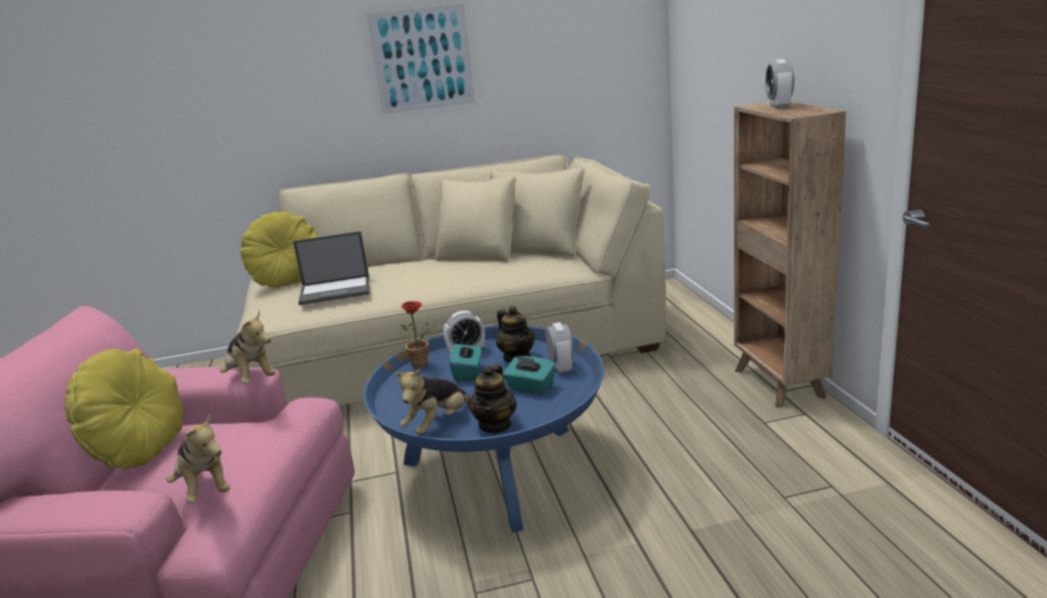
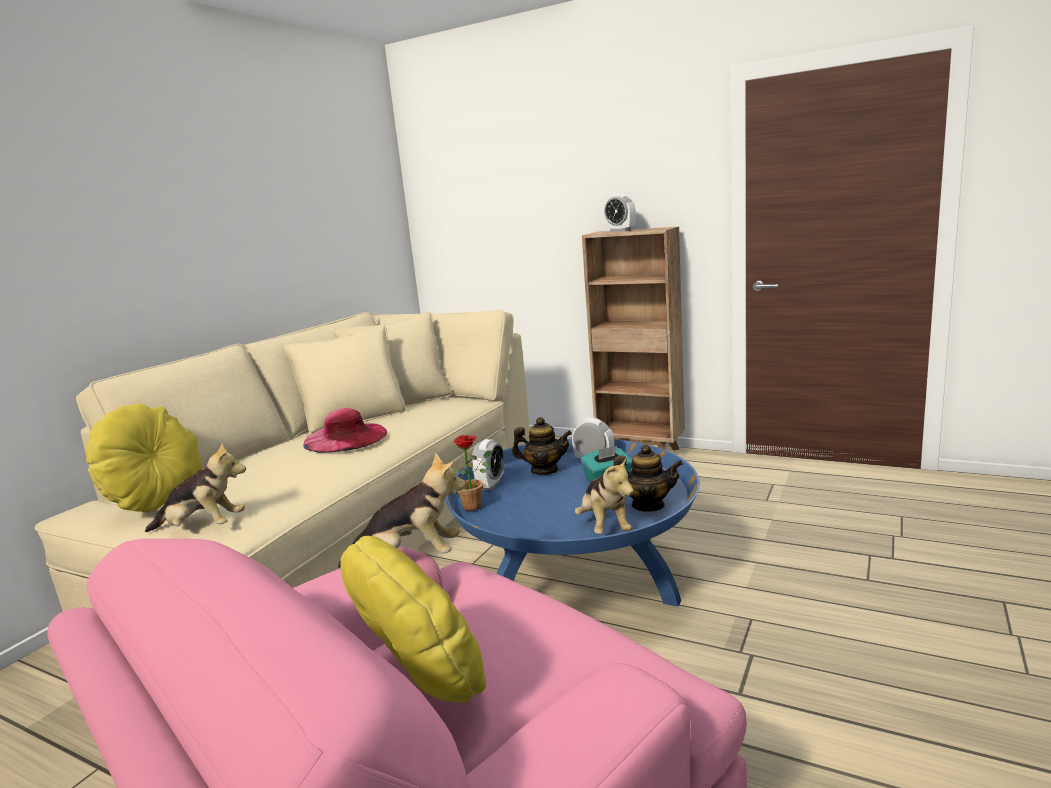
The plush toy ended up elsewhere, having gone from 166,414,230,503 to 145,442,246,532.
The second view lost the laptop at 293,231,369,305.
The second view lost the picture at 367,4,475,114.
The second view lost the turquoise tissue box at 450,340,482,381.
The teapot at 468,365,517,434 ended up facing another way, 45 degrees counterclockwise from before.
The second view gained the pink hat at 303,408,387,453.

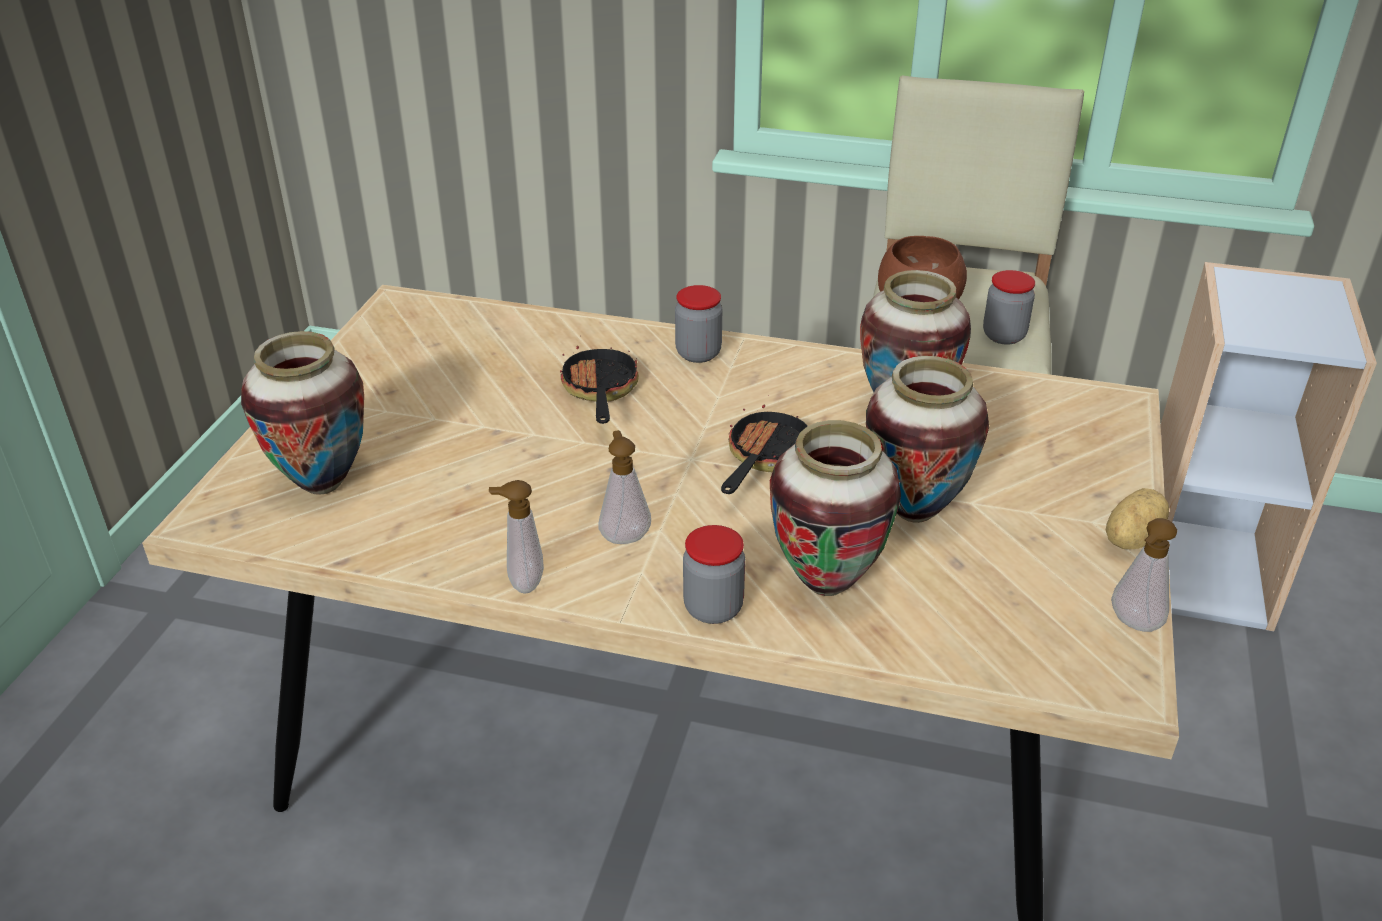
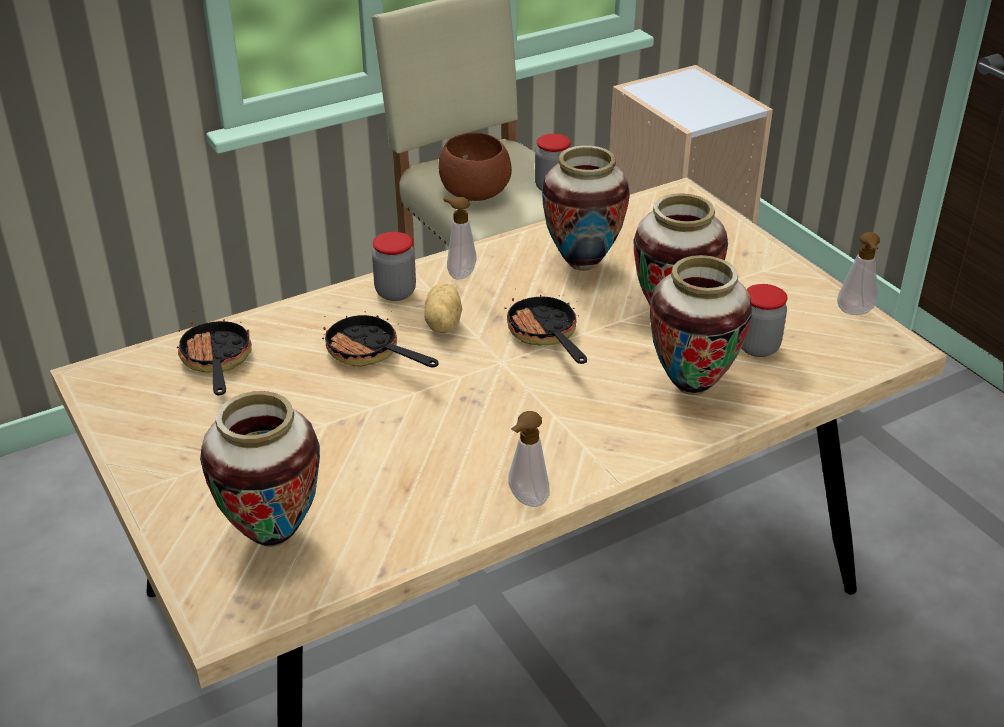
The soap dispenser ended up elsewhere, having gone from 599,430,651,544 to 443,197,477,280.
The jar ended up elsewhere, having gone from 683,525,745,624 to 741,284,787,357.
The potato ended up elsewhere, having gone from 1106,488,1169,549 to 424,284,462,333.
The second view gained the frying pan at 177,320,252,395.

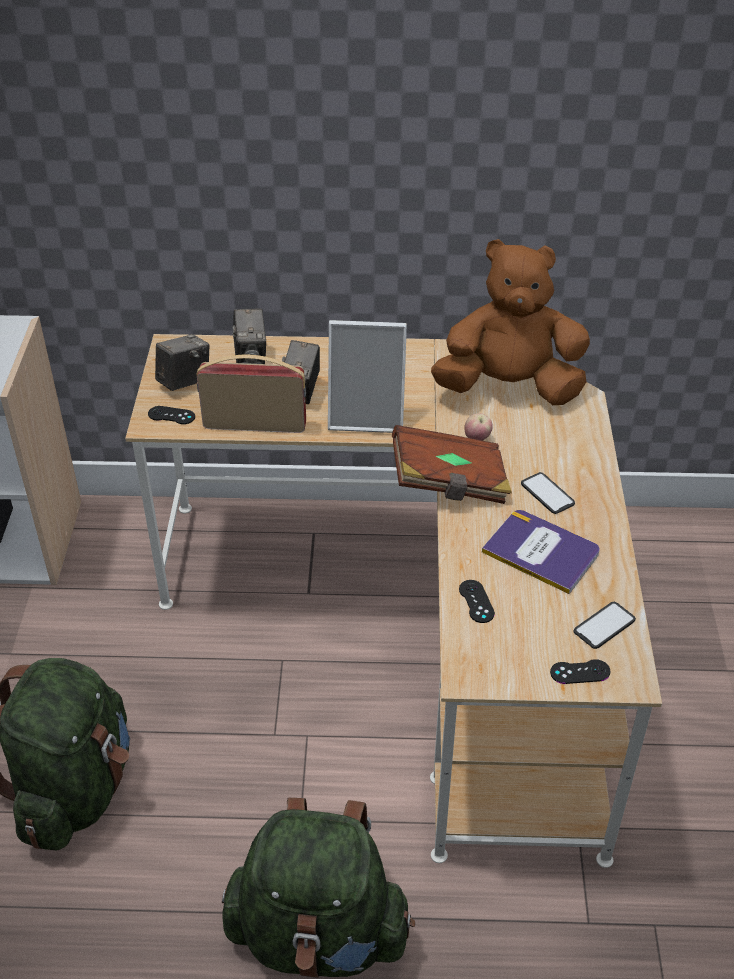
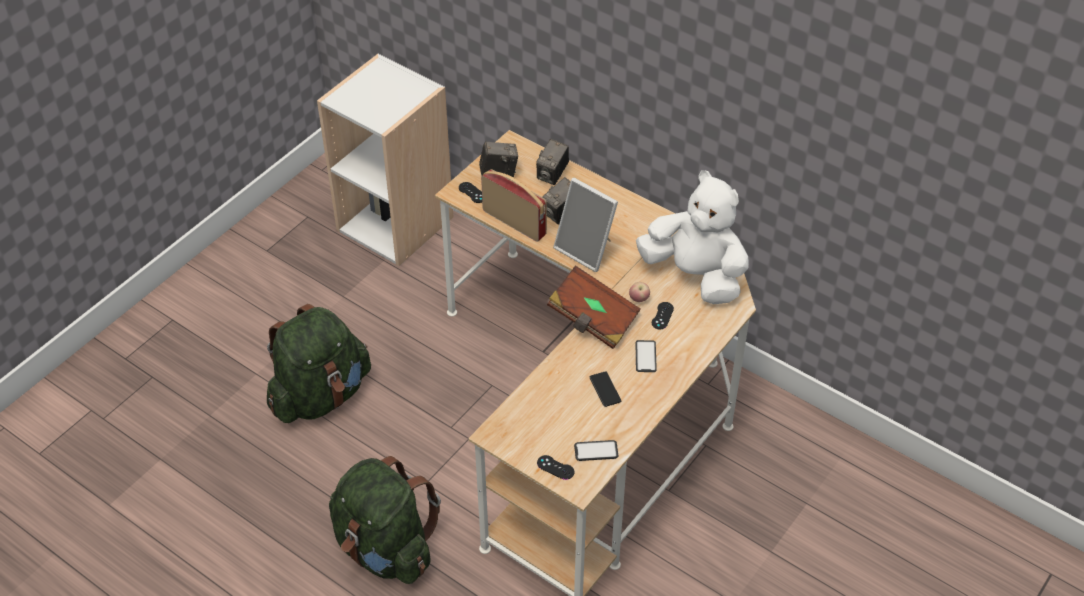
What was the brown plush toy at 431,239,590,405 turned into the white plush toy at 636,170,749,304.
The black game controller ended up elsewhere, having gone from 459,580,495,623 to 652,302,674,329.
Where the book stood at 482,510,600,594, the phone came to stand at 590,371,621,407.

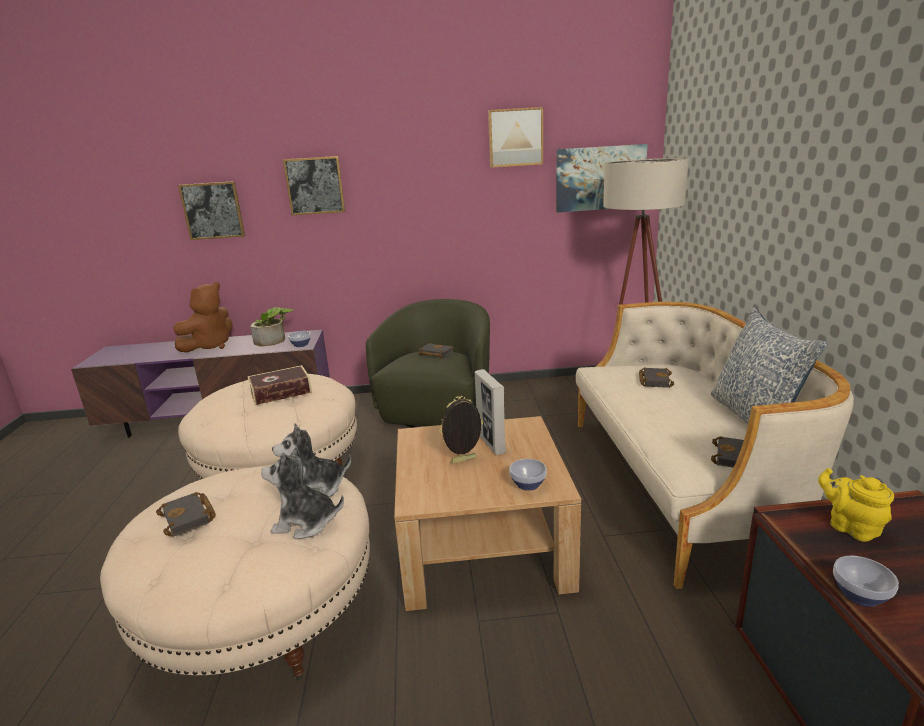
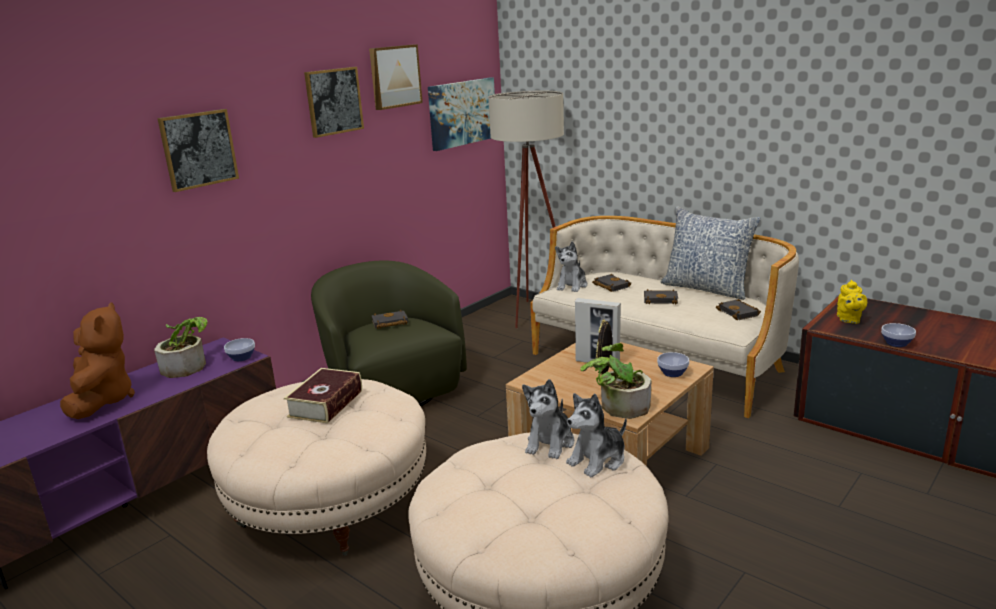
The black book ended up elsewhere, having gone from 156,492,216,537 to 644,289,678,304.
The picture ended up elsewhere, having gone from 178,181,245,240 to 304,67,364,138.
The yellow teapot at 818,468,894,542 ended up facing another way, 90 degrees counterclockwise from before.
The second view gained the plush toy at 555,241,587,292.
The second view gained the potted plant at 580,343,652,419.

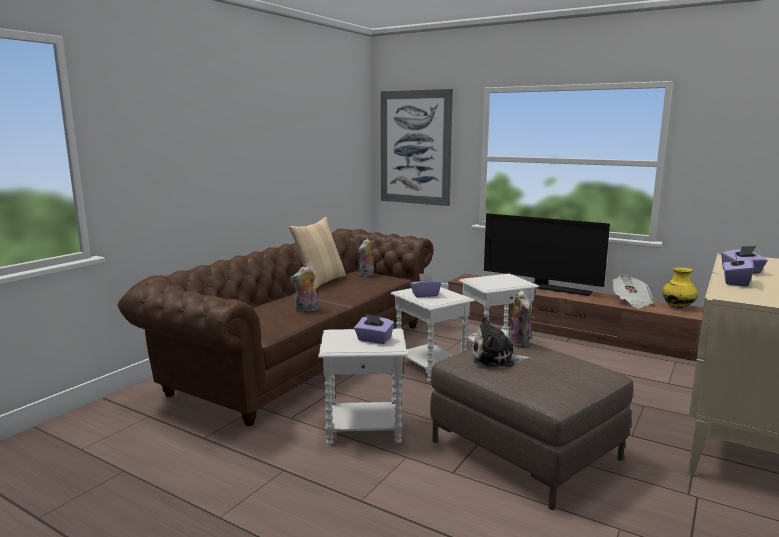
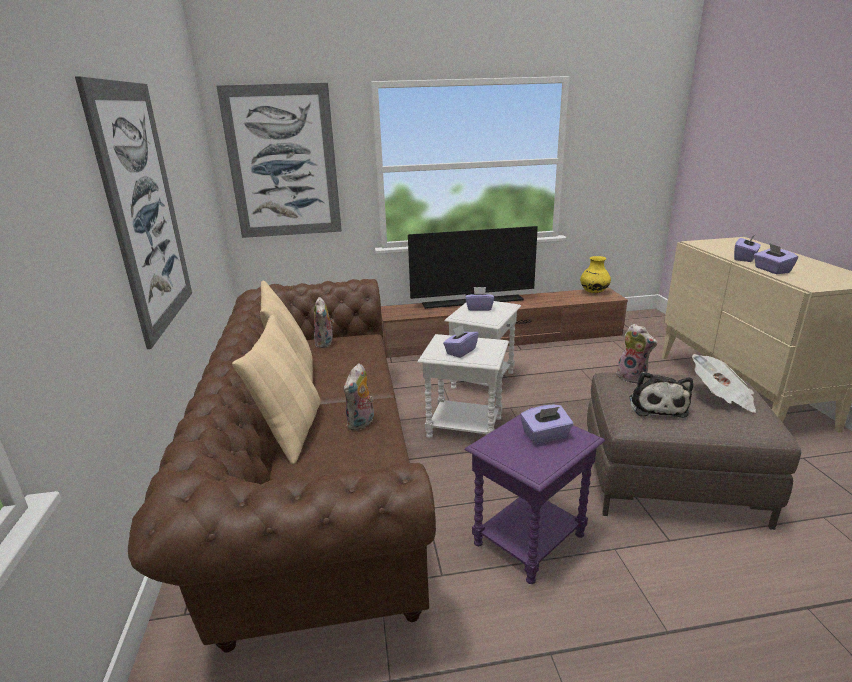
What was the white side table at 318,329,408,445 turned into the purple side table at 465,407,605,584.
The plush toy at 472,316,531,367 ended up facing another way, 45 degrees counterclockwise from before.
The newspaper ended up elsewhere, having gone from 612,275,654,308 to 692,354,756,413.
The second view gained the picture at 75,76,192,349.
The second view gained the beige pillow at 232,315,321,464.
The second view gained the purple tissue box at 465,287,494,311.

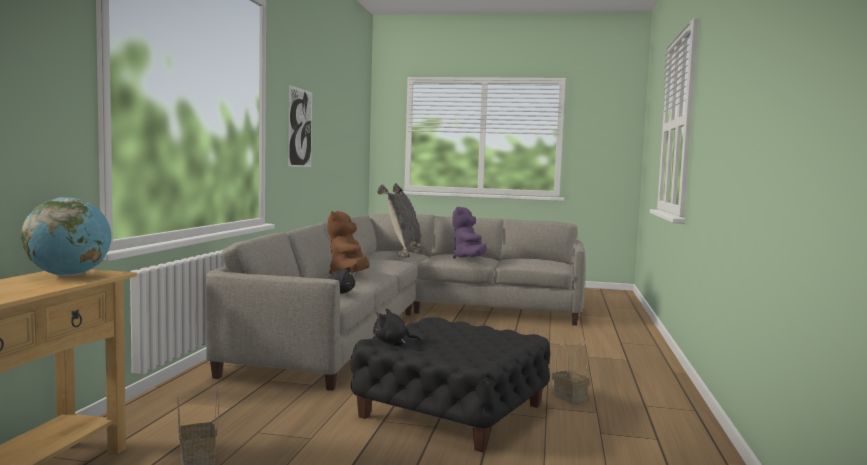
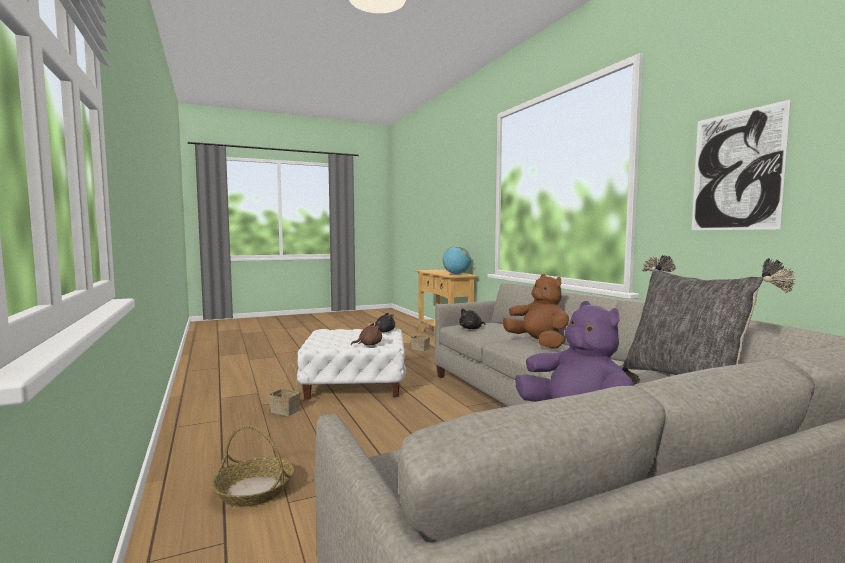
What was the black ottoman at 350,317,550,452 turned into the white ottoman at 297,329,406,399.
The second view gained the basket at 211,425,294,507.
The second view gained the brown plush toy at 351,323,382,346.

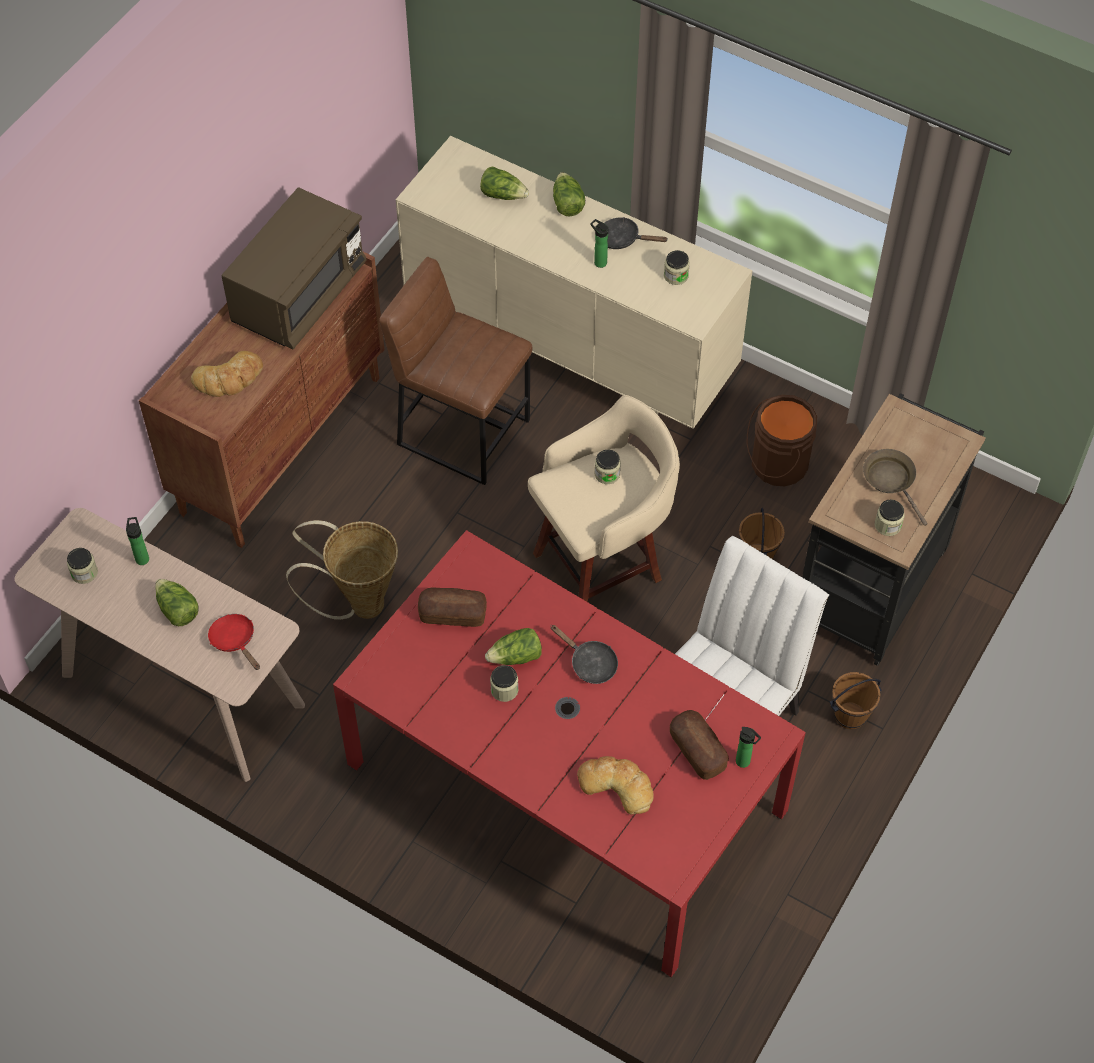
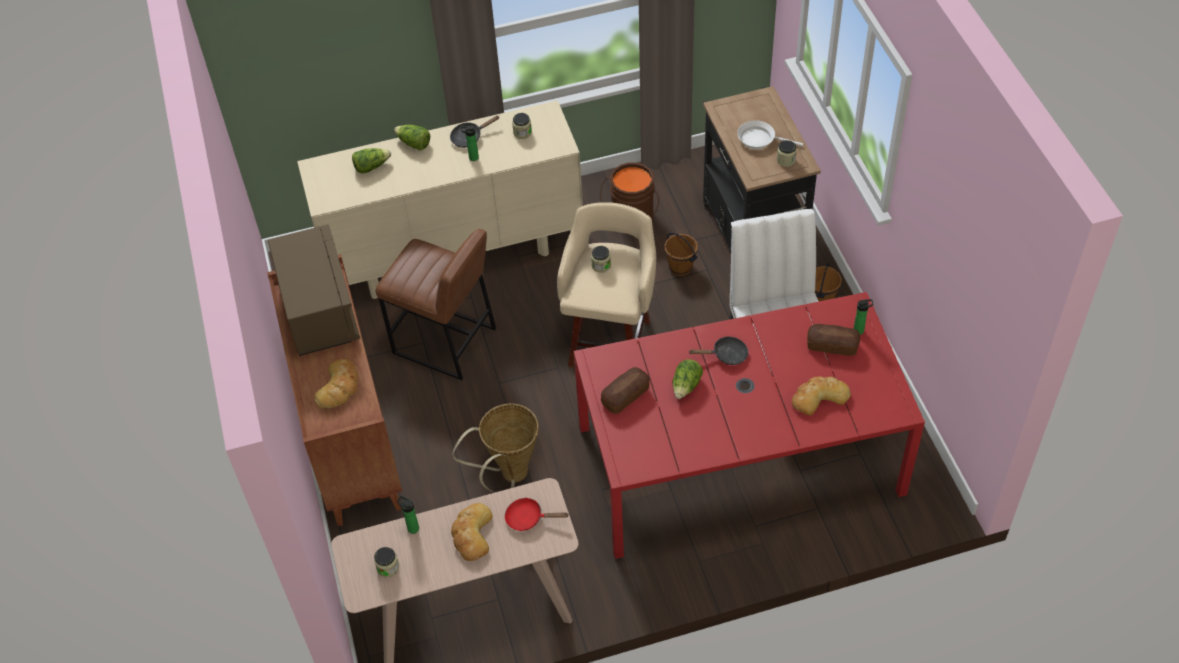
Where the lettuce stood at 155,579,199,626, the bread came to stand at 451,503,493,561.
The brown chair at 379,257,532,485 ended up facing another way, 135 degrees counterclockwise from before.
The second view lost the jar at 490,665,518,702.
What was the brown frying pan at 863,449,928,526 turned into the white frying pan at 737,120,803,149.

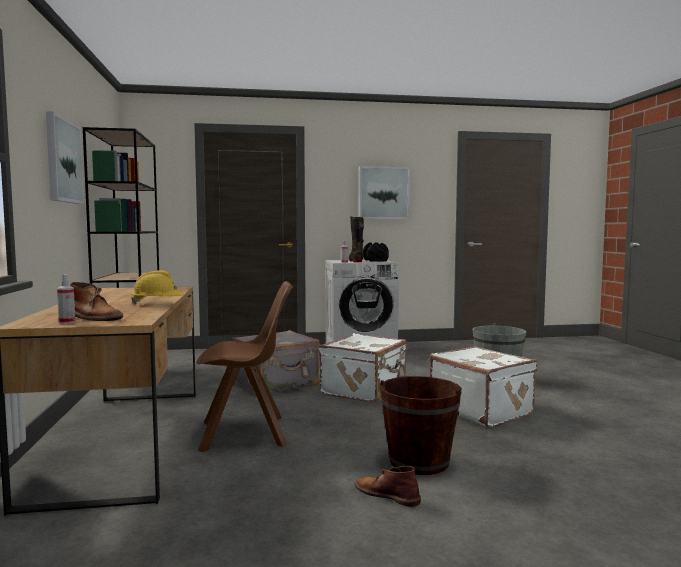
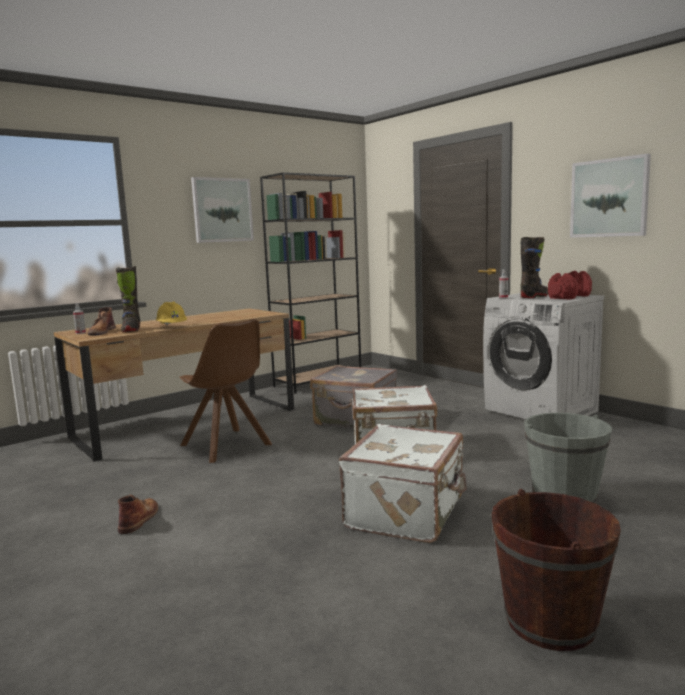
What was the black dumbbell at 363,242,389,262 turned into the red dumbbell at 548,271,592,300.
The brown bucket ended up elsewhere, having gone from 380,376,462,475 to 491,489,621,651.
The second view gained the black boot at 116,266,140,332.

